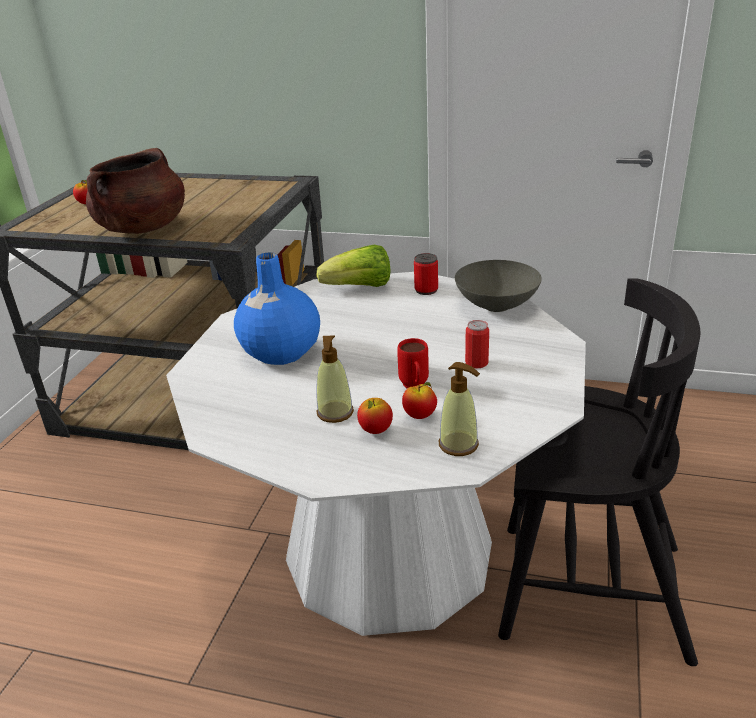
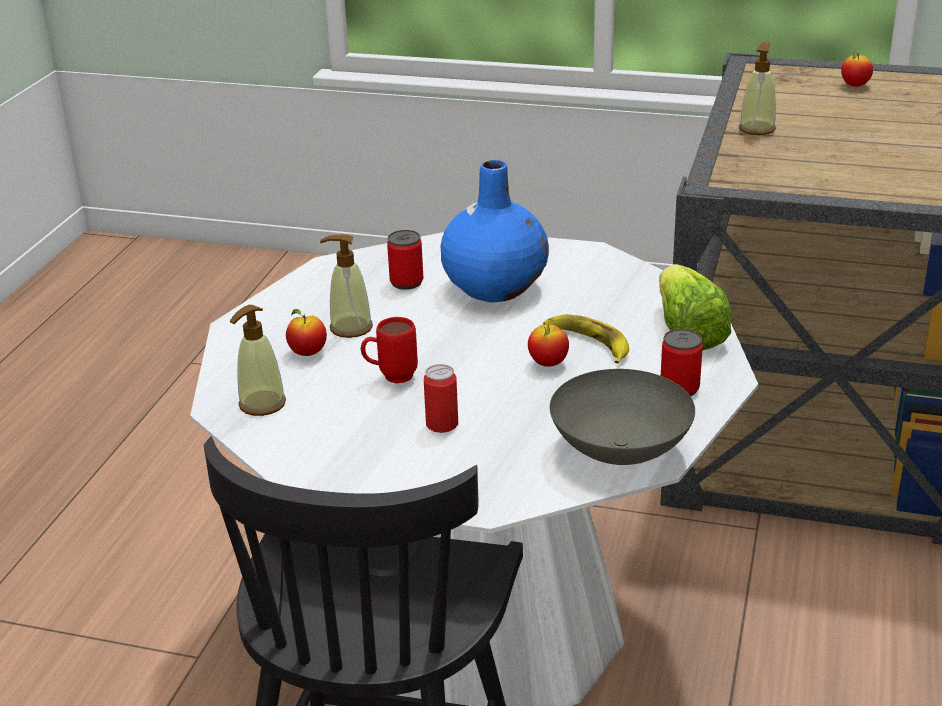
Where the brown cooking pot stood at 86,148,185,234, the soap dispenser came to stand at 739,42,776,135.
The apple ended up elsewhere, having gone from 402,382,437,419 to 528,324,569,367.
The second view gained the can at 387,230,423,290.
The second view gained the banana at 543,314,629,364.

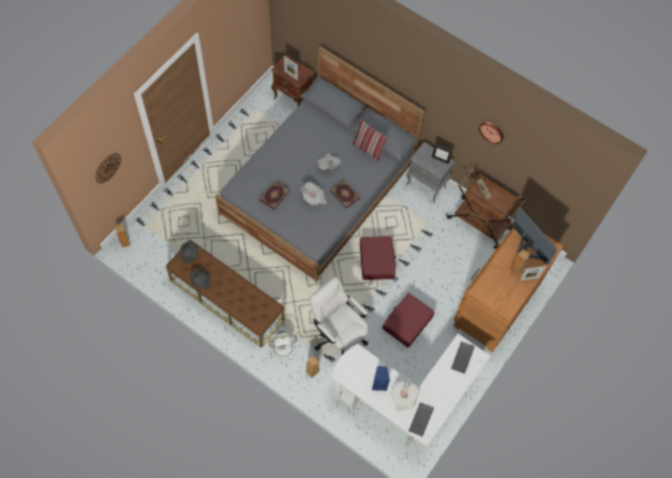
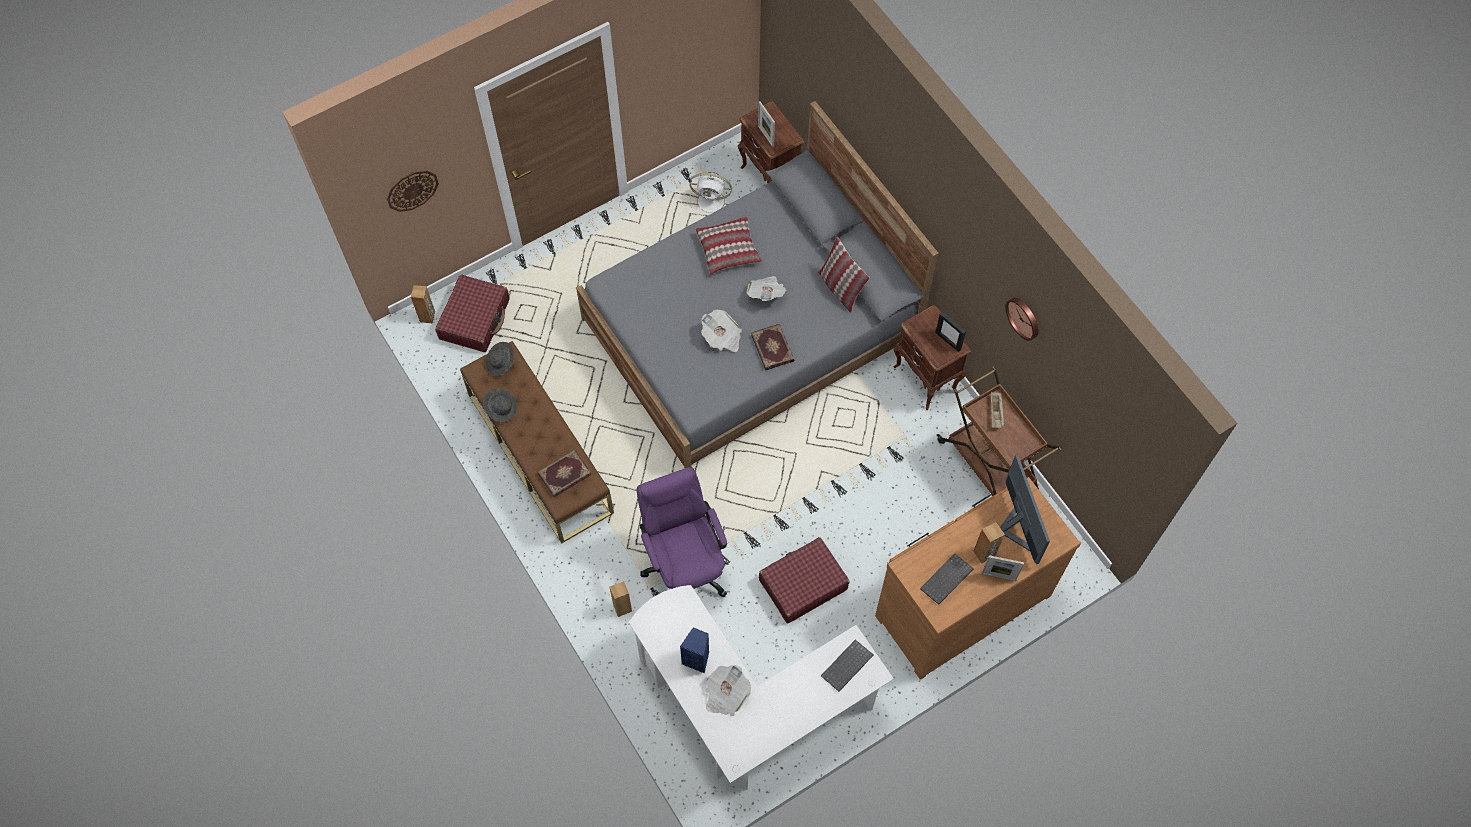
The book ended up elsewhere, having gone from 260,181,290,210 to 537,450,591,497.
The white fan ended up elsewhere, having gone from 268,331,298,360 to 689,172,733,216.
What was the white office chair at 309,276,369,355 turned into the purple office chair at 637,467,727,597.
The red suitcase ended up elsewhere, having gone from 360,236,396,280 to 435,275,510,352.
What was the grey nightstand at 406,142,455,203 turned into the brown nightstand at 893,305,971,410.
The keyboard ended up elsewhere, having gone from 409,402,434,437 to 920,553,974,604.
The second view gained the pillow at 695,216,762,274.

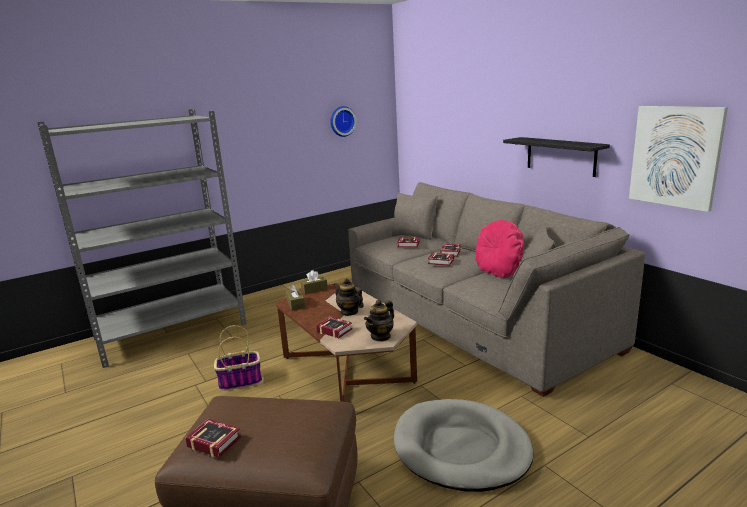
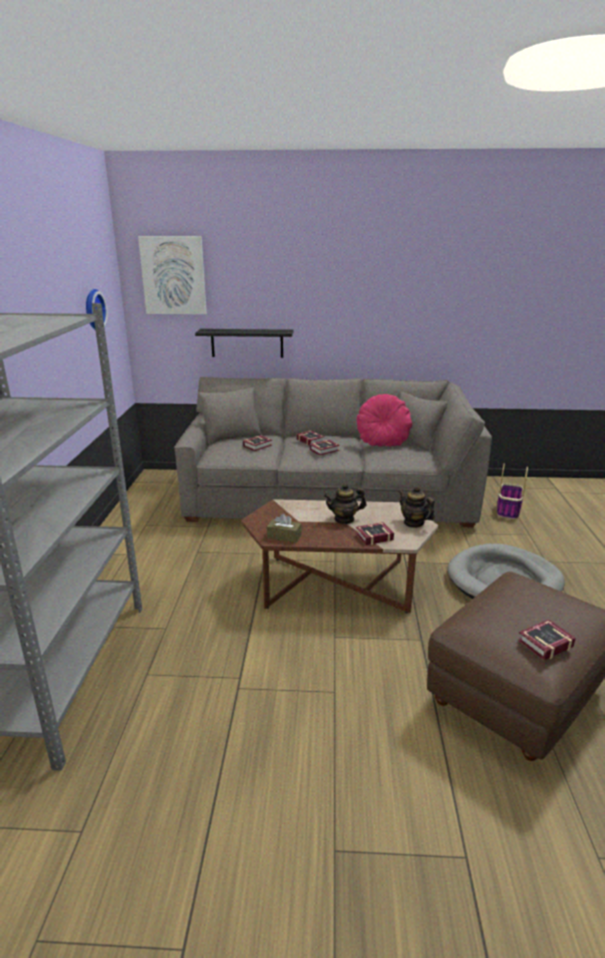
The basket ended up elsewhere, having gone from 214,325,262,391 to 497,464,528,519.
The second view lost the brown tissue box at 300,270,328,294.
The teapot at 364,300,394,342 ended up facing another way, 150 degrees clockwise from before.
The black shelf ended up elsewhere, having gone from 503,137,610,177 to 195,329,293,358.
The picture ended up elsewhere, having gone from 629,106,728,212 to 138,236,207,314.

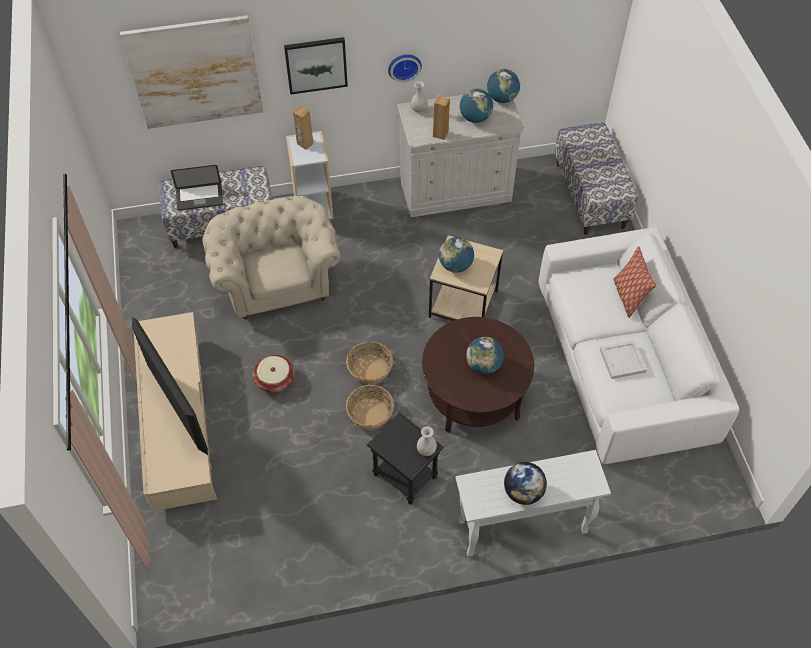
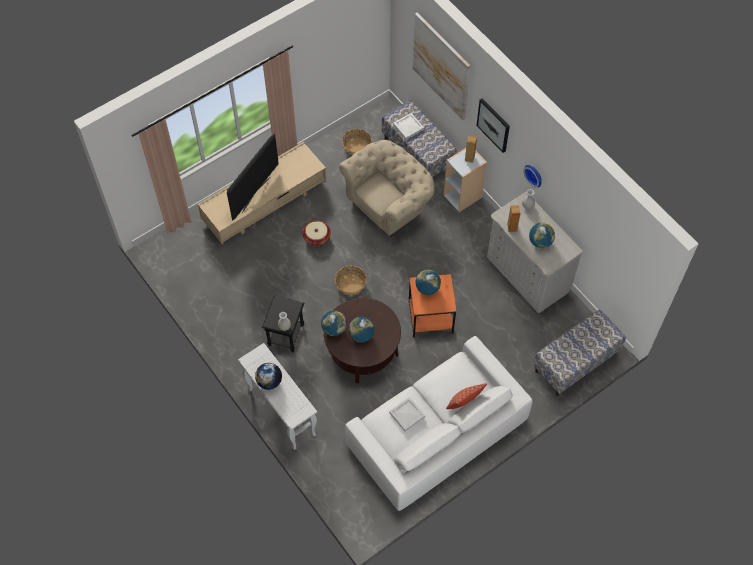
Where the laptop stood at 171,165,223,211, the white tray came to stand at 393,113,424,139.
The basket ended up elsewhere, having gone from 346,385,394,429 to 342,129,372,155.
What was the beige side table at 429,235,503,321 turned into the orange side table at 409,274,457,337.
The globe ended up elsewhere, having gone from 487,69,520,103 to 321,311,347,336.

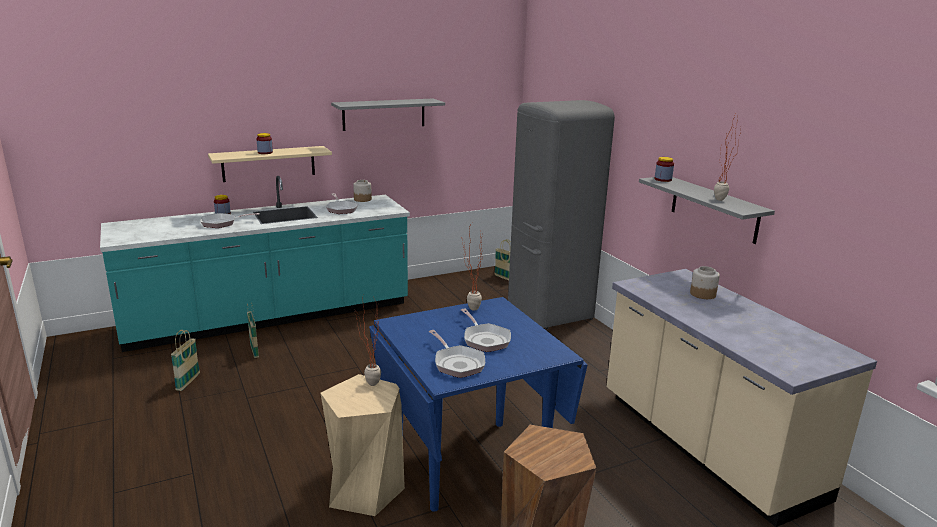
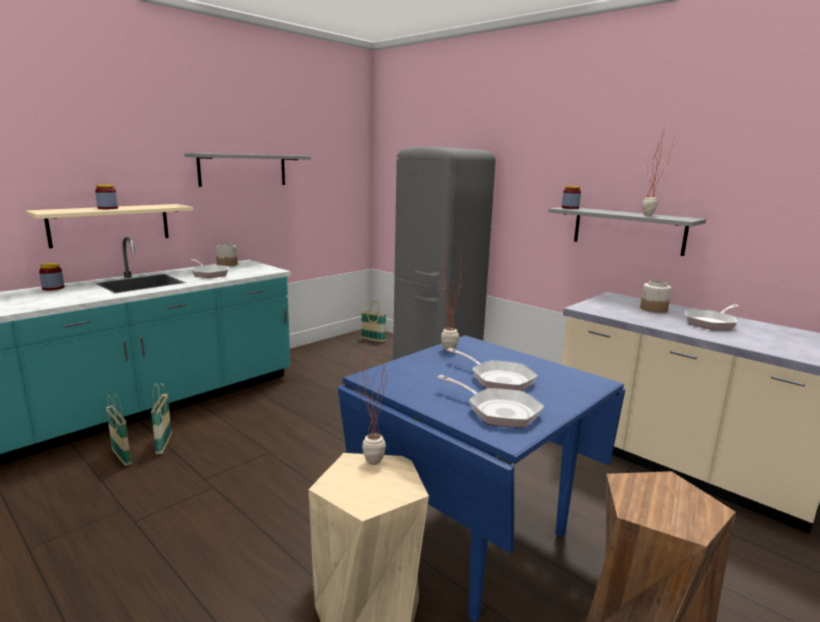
The basket ended up elsewhere, having gone from 171,330,200,391 to 151,383,172,454.
The frying pan ended up elsewhere, having gone from 200,213,259,228 to 685,304,739,330.

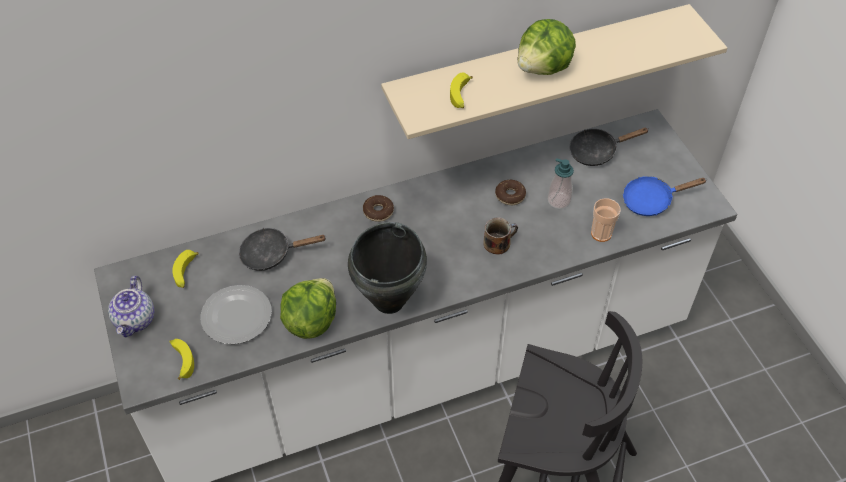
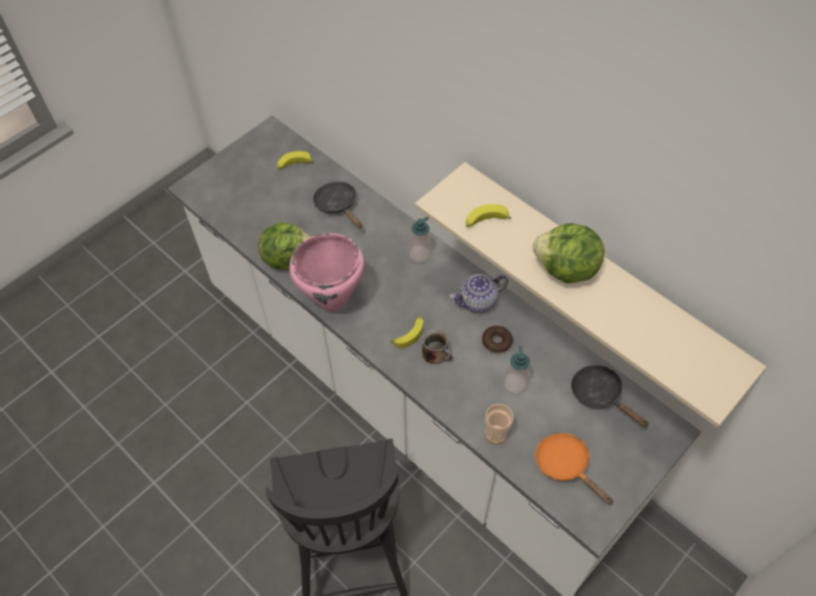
The teapot ended up elsewhere, having gone from 108,276,154,337 to 450,274,509,313.
The banana ended up elsewhere, having gone from 169,339,194,380 to 391,316,423,349.
The second view lost the plate at 200,285,272,344.
What was the black cooking pot at 348,222,427,314 turned into the pink cooking pot at 289,233,364,311.
Where the donut stood at 363,195,394,222, the soap dispenser came to stand at 409,216,432,262.
What was the blue frying pan at 623,176,706,216 turned into the orange frying pan at 535,433,613,505.

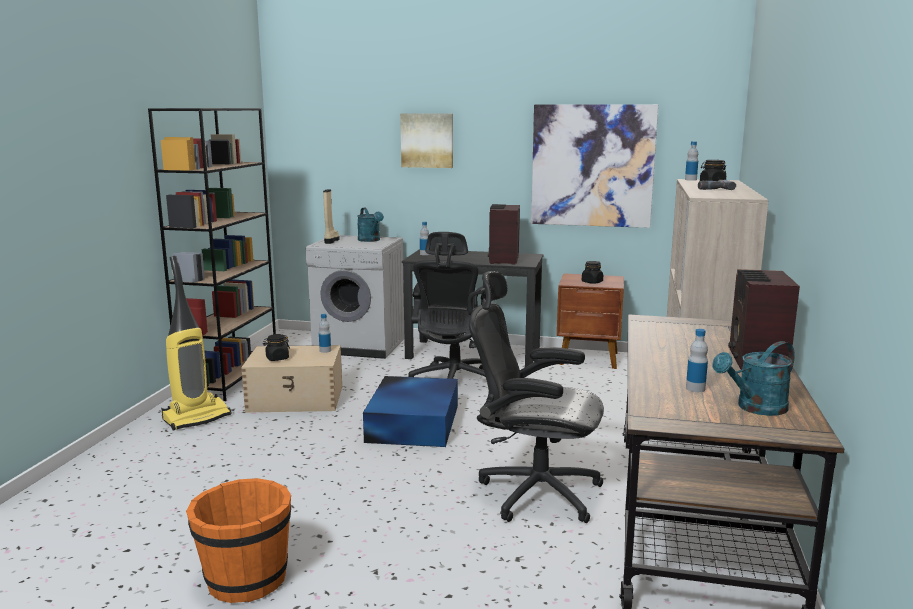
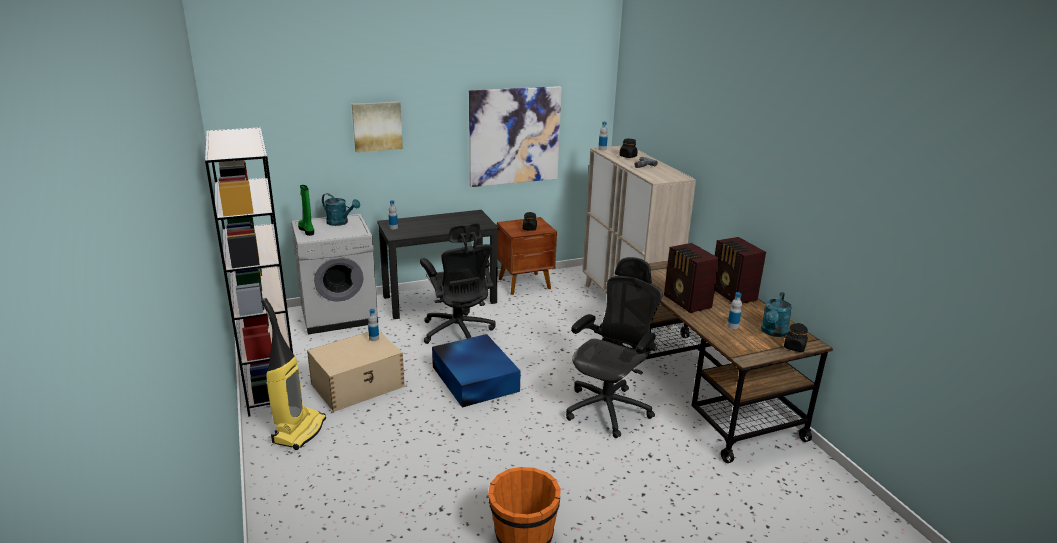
The black jar ended up elsewhere, having gone from 263,334,290,361 to 784,323,808,352.
What was the beige boot at 323,190,340,244 turned into the green boot at 298,185,314,236.
The office chair at 467,271,604,523 ended up facing another way, 135 degrees clockwise from before.
The radio ended up elsewhere, having gone from 488,204,520,265 to 664,243,720,313.

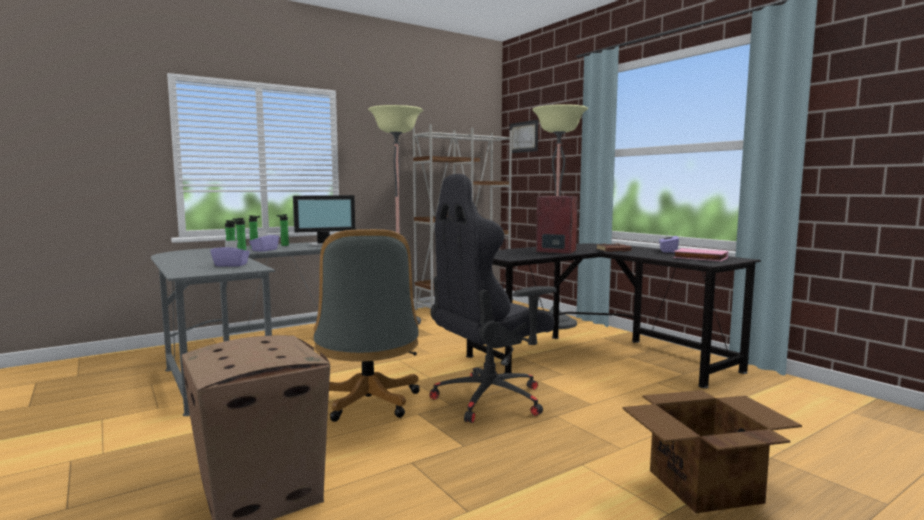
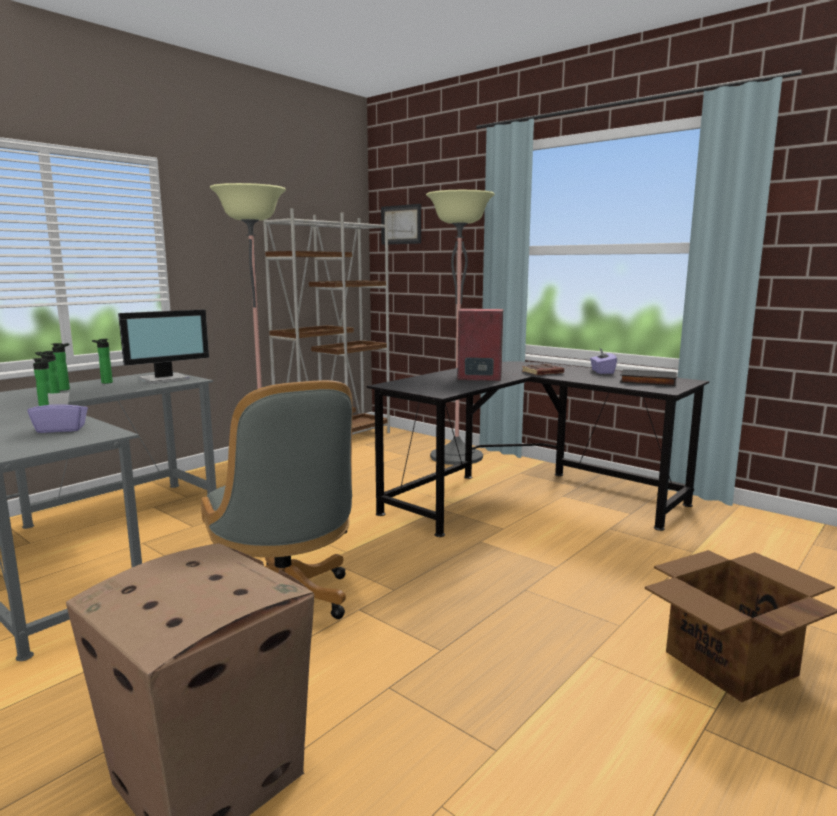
The second view lost the purple tissue box at 249,230,279,252.
The second view lost the black office chair at 429,174,557,423.
What was the pink book at 673,248,728,261 turned into the black book at 620,369,676,386.

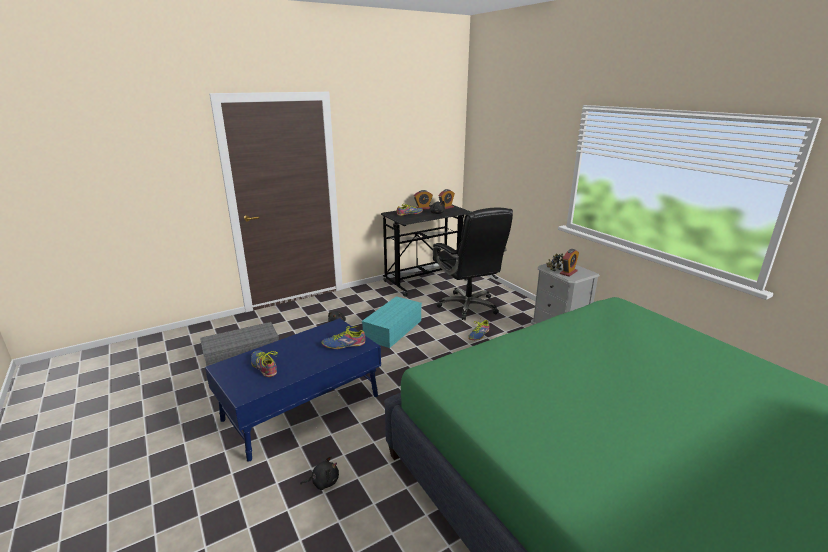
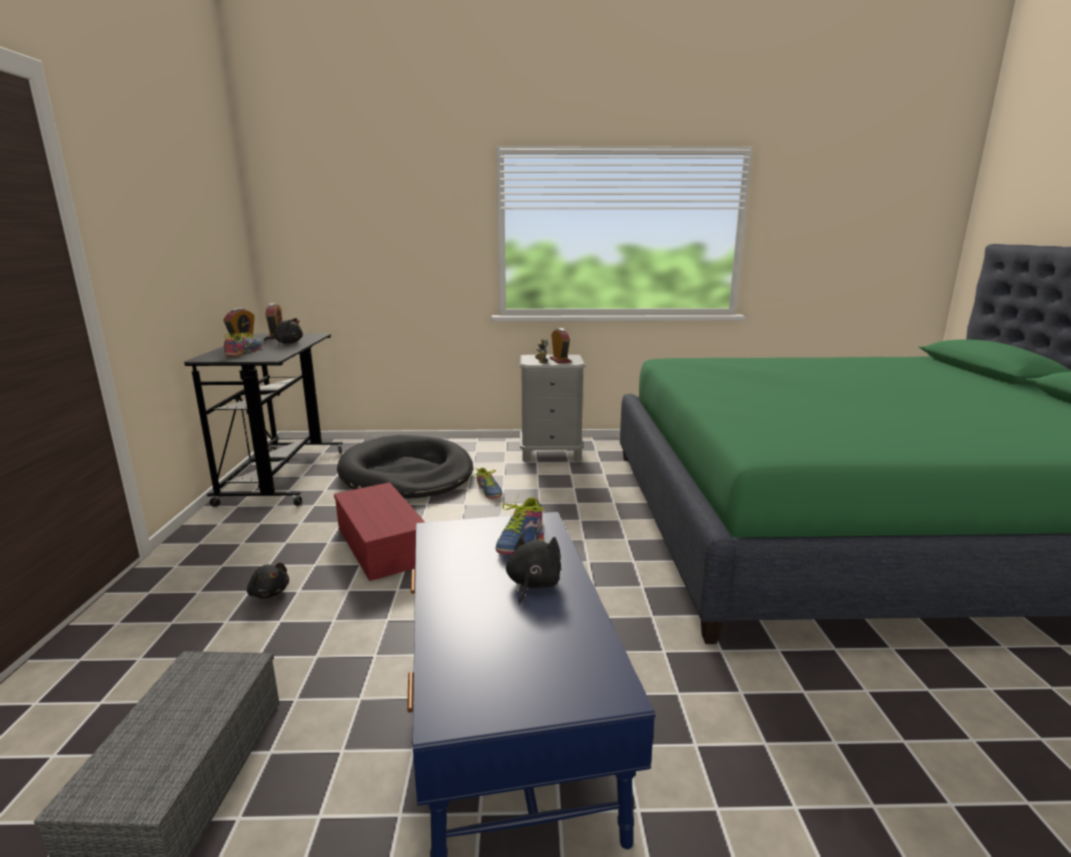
The second view lost the shoe at 251,350,278,377.
The black plush toy ended up elsewhere, having gone from 300,456,339,490 to 506,532,561,605.
What was the turquoise storage box at 362,296,422,348 turned into the red storage box at 334,482,425,581.
Where the black office chair stood at 433,208,513,320, the black dog bed came to stand at 337,435,473,499.

